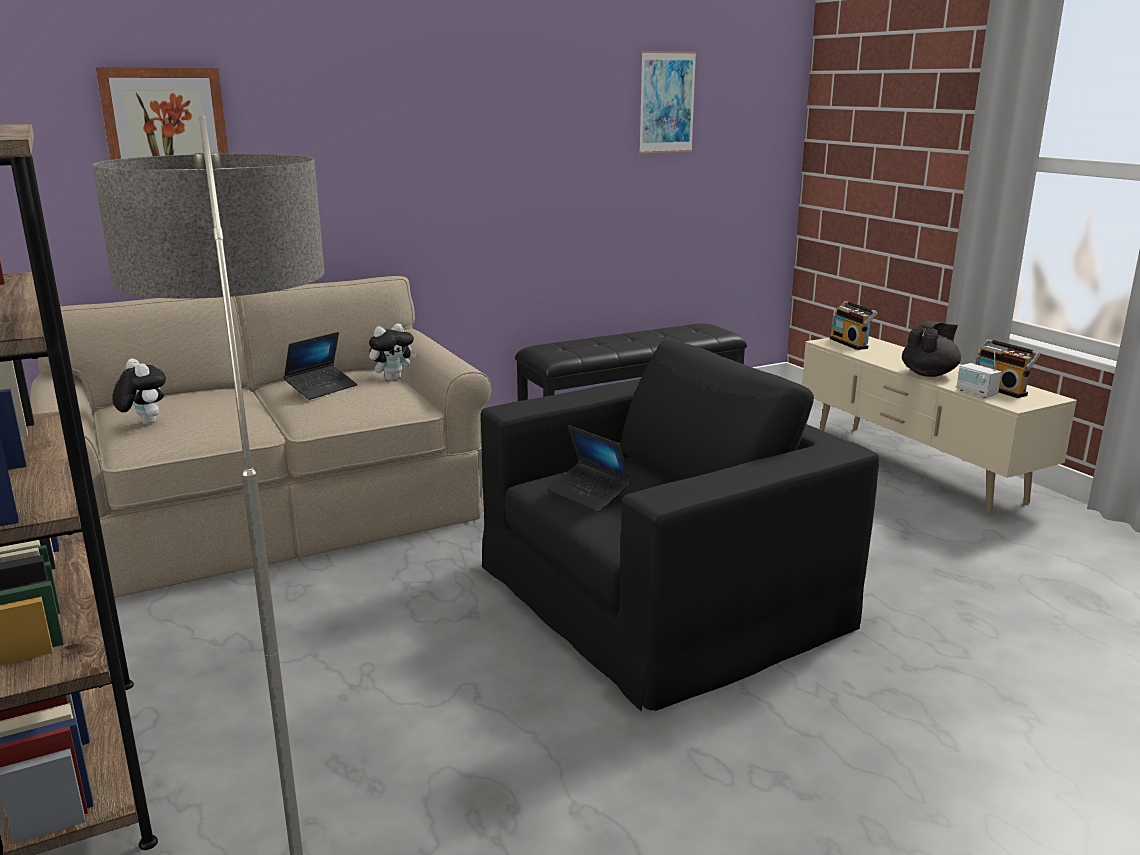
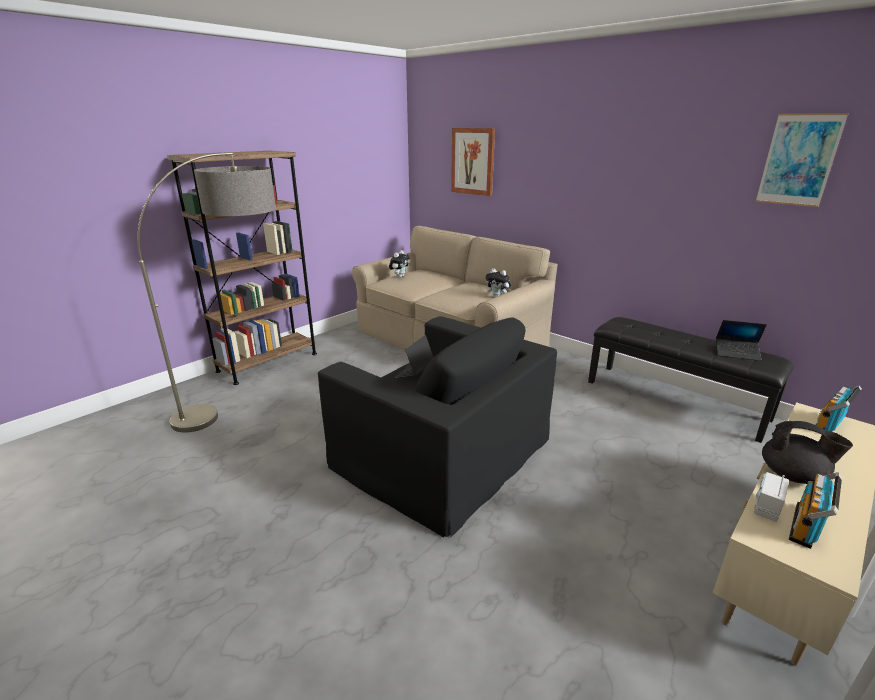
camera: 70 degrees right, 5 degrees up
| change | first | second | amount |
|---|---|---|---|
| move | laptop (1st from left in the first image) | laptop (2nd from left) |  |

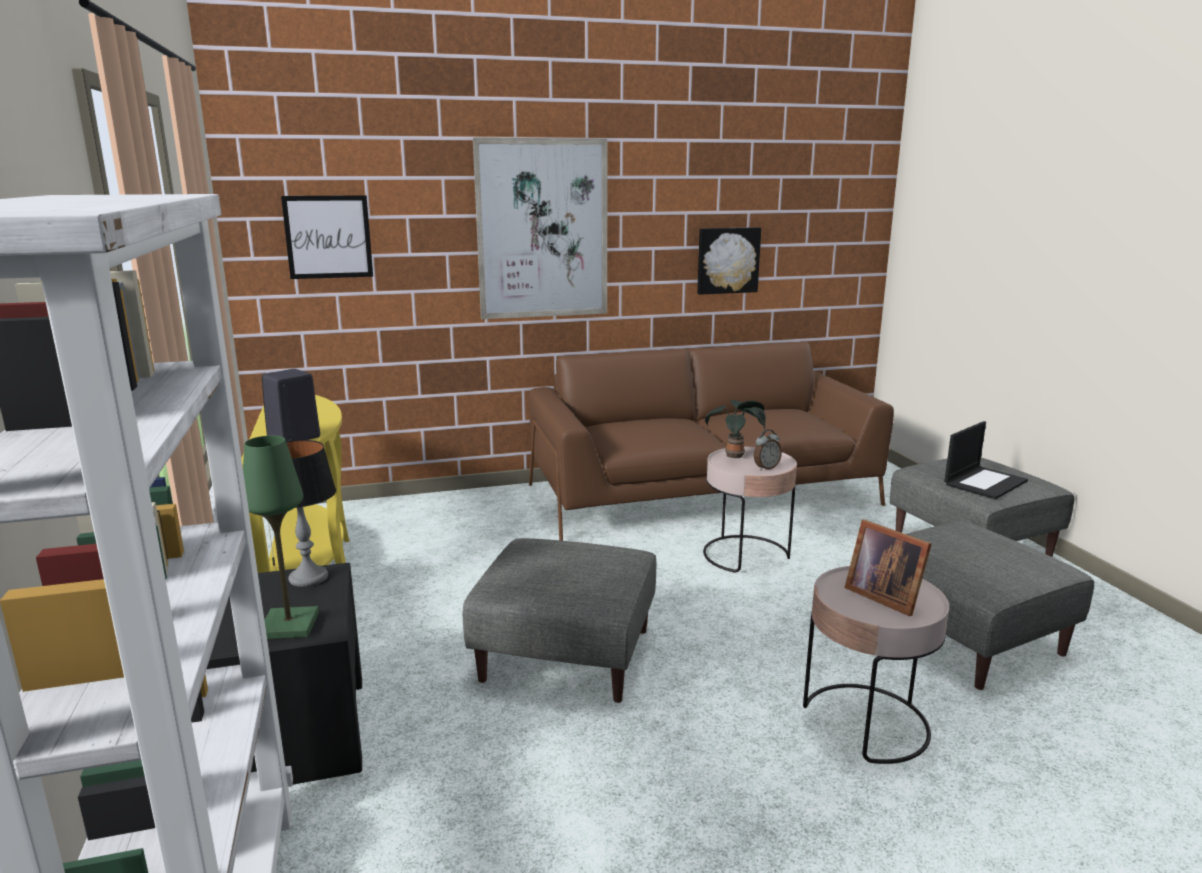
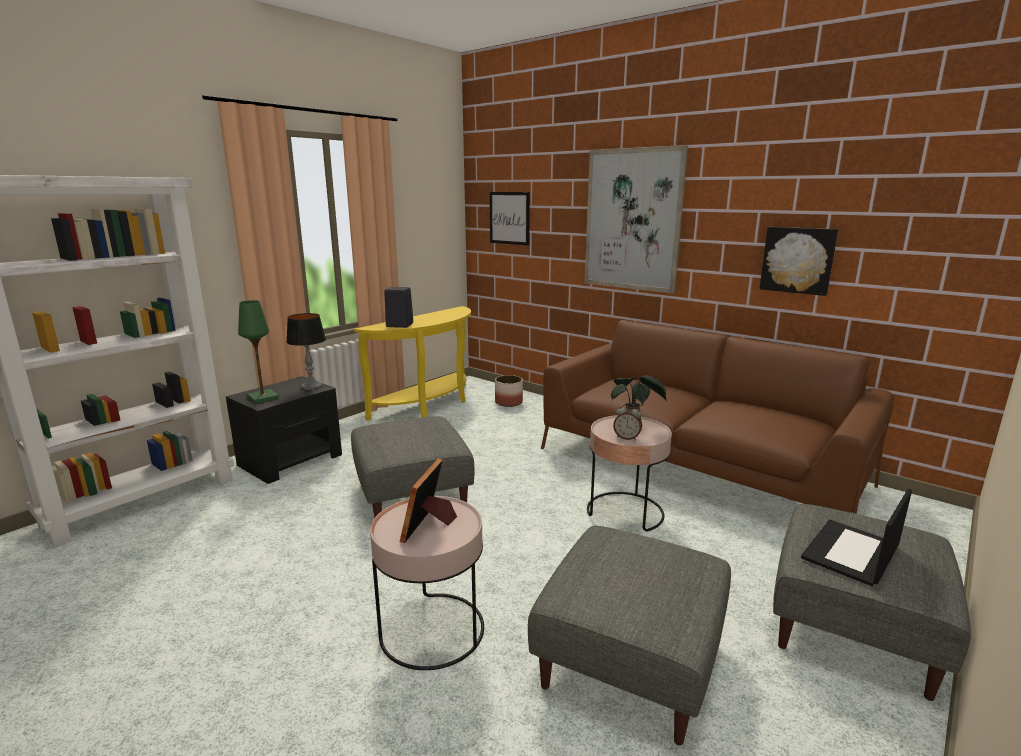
camera: 55 degrees right, 0 degrees up
| change | first | second | amount |
|---|---|---|---|
| insert |  | plant pot |  |
| rotate | laptop |  | 120 degrees clockwise |

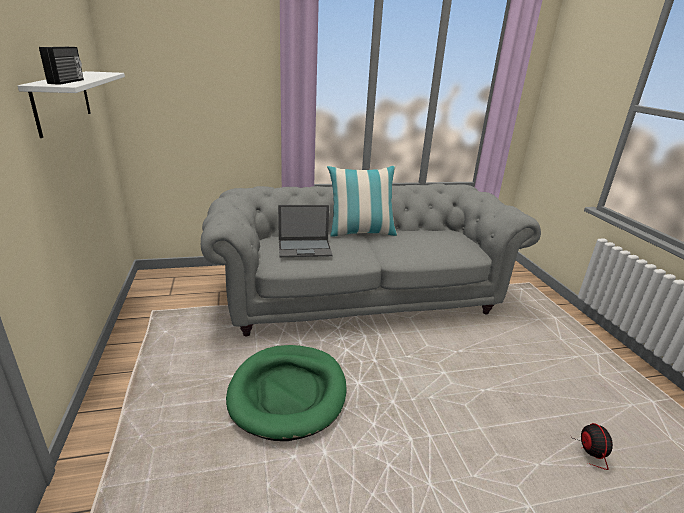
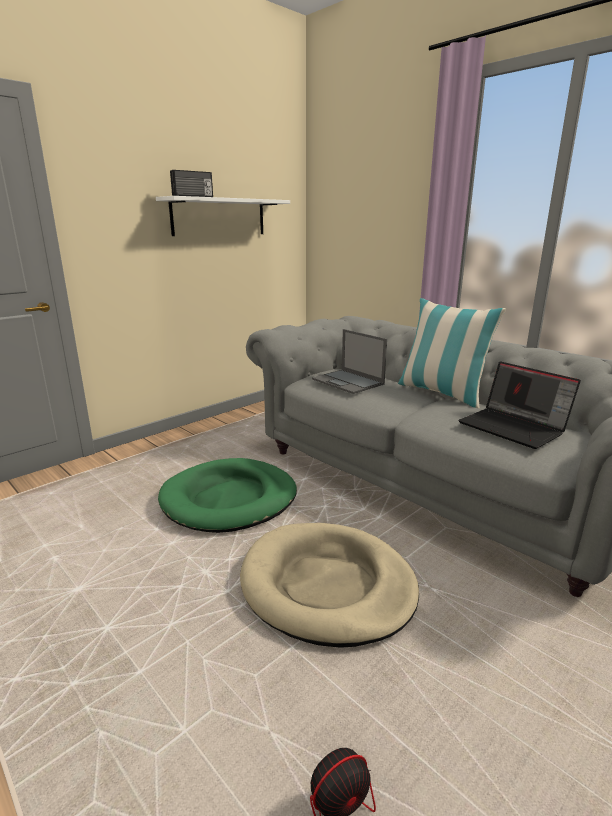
camera: 60 degrees right, 5 degrees down
| change | first | second | amount |
|---|---|---|---|
| insert |  | dog cushion/beige-coloured |  |
| insert |  | laptop (2nd from left) |  |

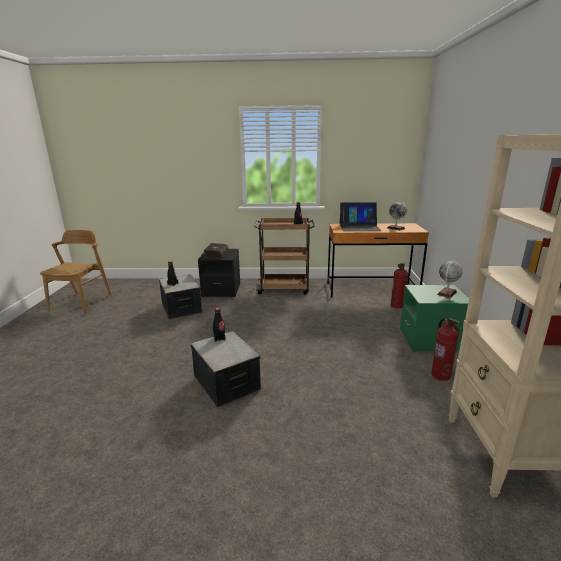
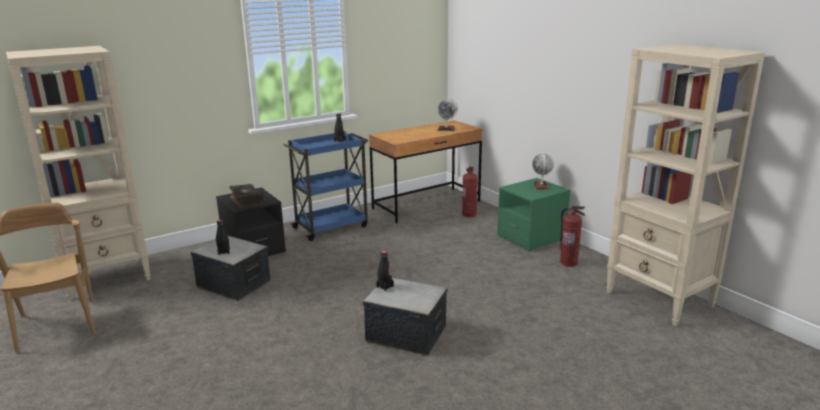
camera: 35 degrees left, 0 degrees up
| change | first | second | amount |
|---|---|---|---|
| delete | laptop |  |  |
| insert |  | bookcase/beige-coloured (1st from left) |  |
| recolor | trolley/brown | trolley/blue |  |

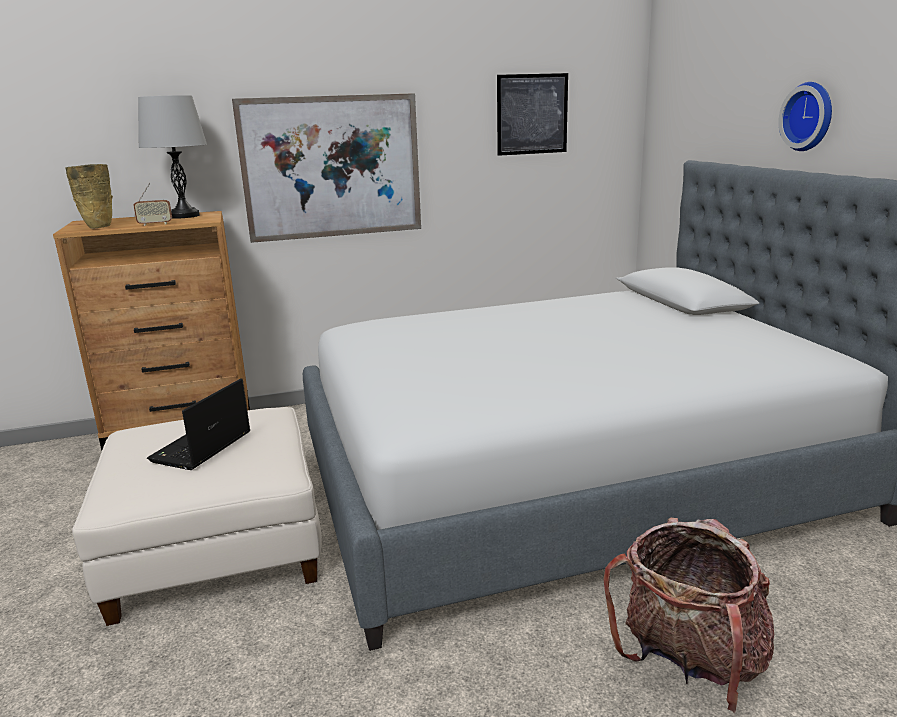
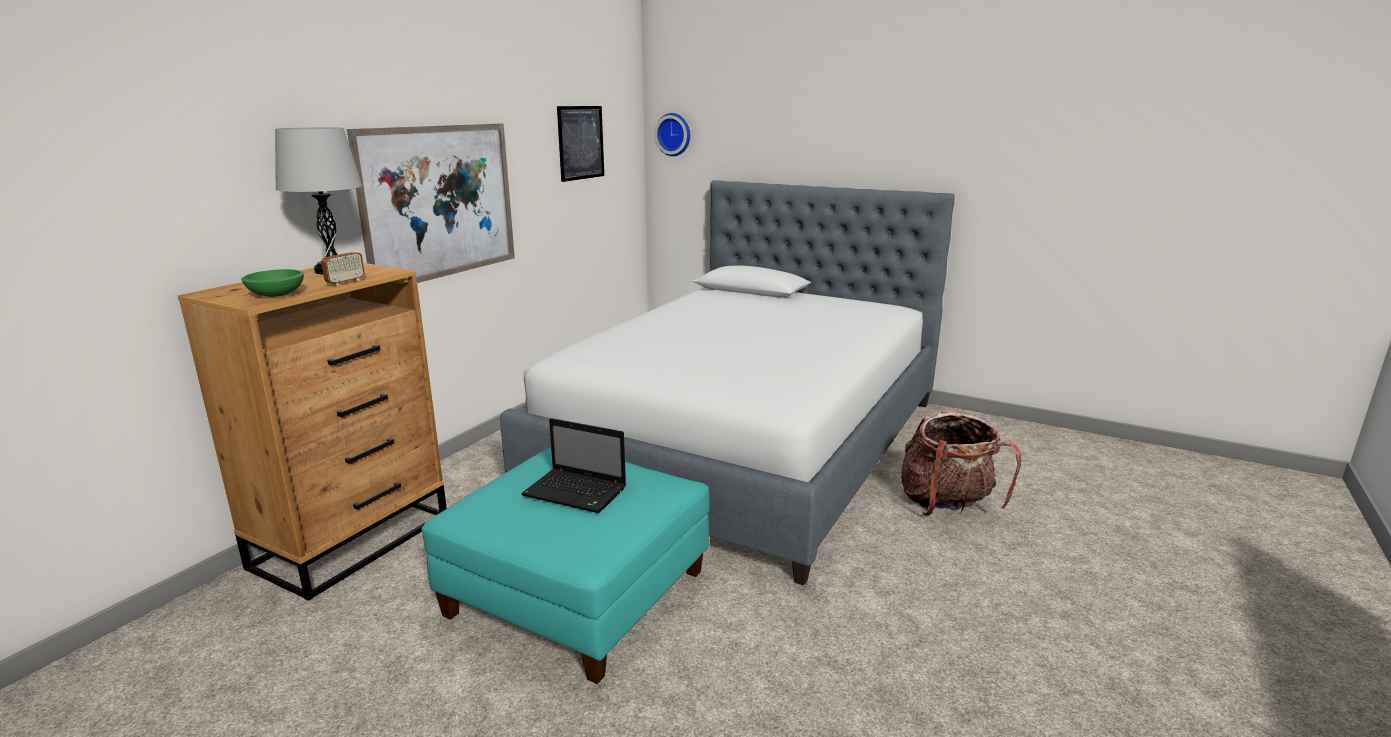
camera: 45 degrees left, 0 degrees up
| change | first | second | amount |
|---|---|---|---|
| move | clock on the wall |  |  |
| replace | vase/beige-coloured | serving bowl/greenish |  |
| recolor | ottoman/whitish | ottoman/blue-green |  |
| rotate | laptop |  | 45 degrees counterclockwise |

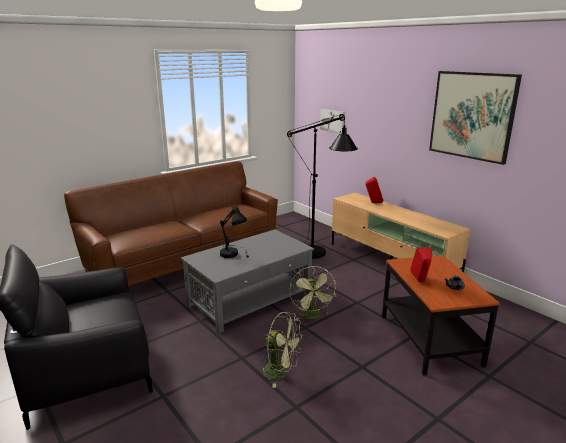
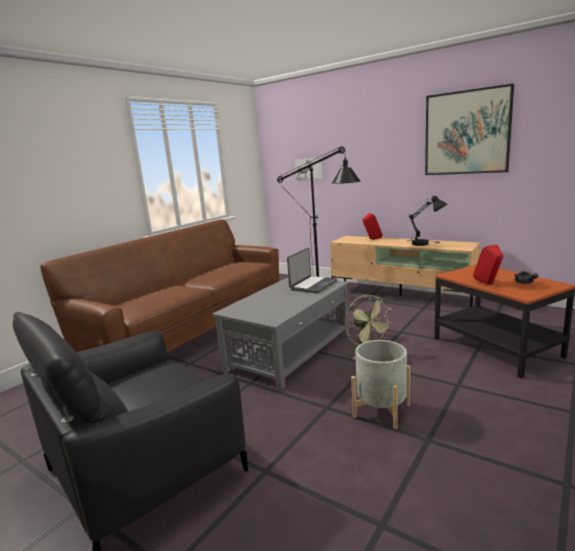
camera: 15 degrees left, 5 degrees down
| change | first | second | amount |
|---|---|---|---|
| insert |  | laptop |  |
| move | tabletop lamp/black |  |  |
| replace | electric fan/greenish (1st from left) | plant pot/grey |  |

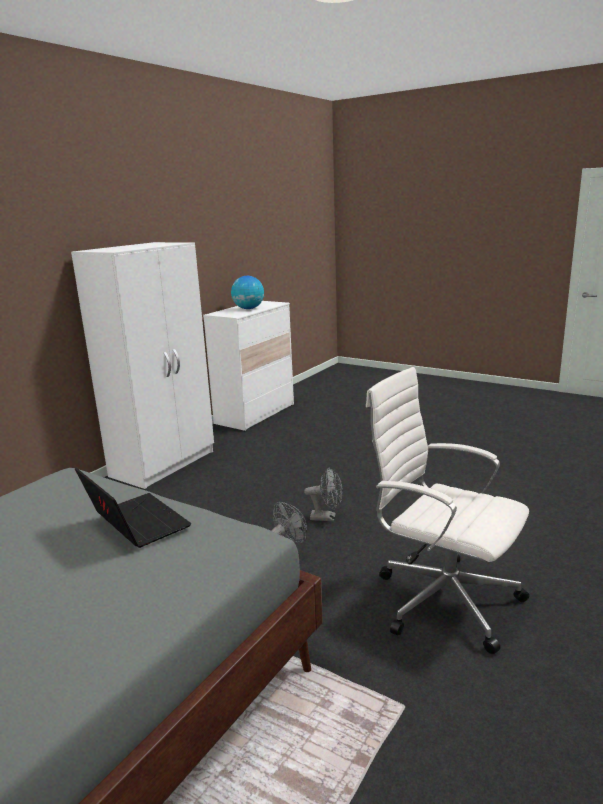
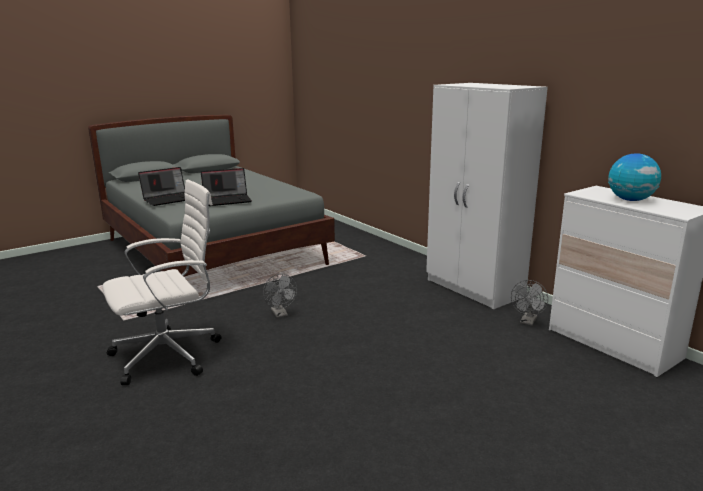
camera: 110 degrees right, 0 degrees up
| change | first | second | amount |
|---|---|---|---|
| insert |  | laptop (1st from left) |  |
| move | electric fan/grey (2nd from left) |  |  |

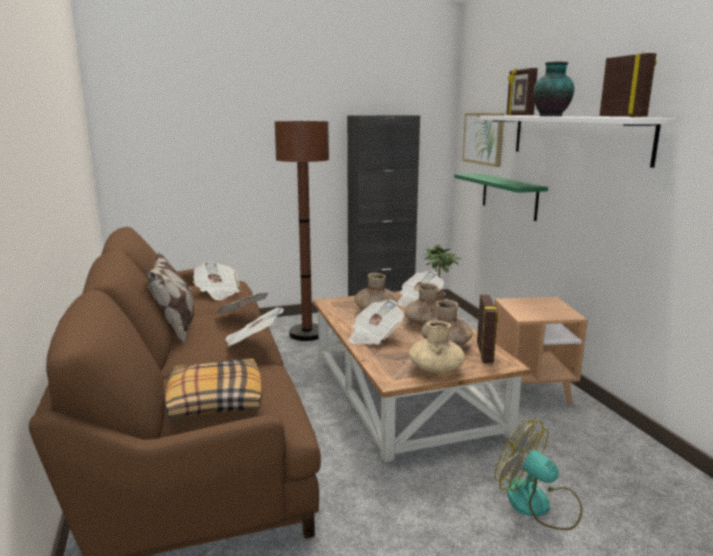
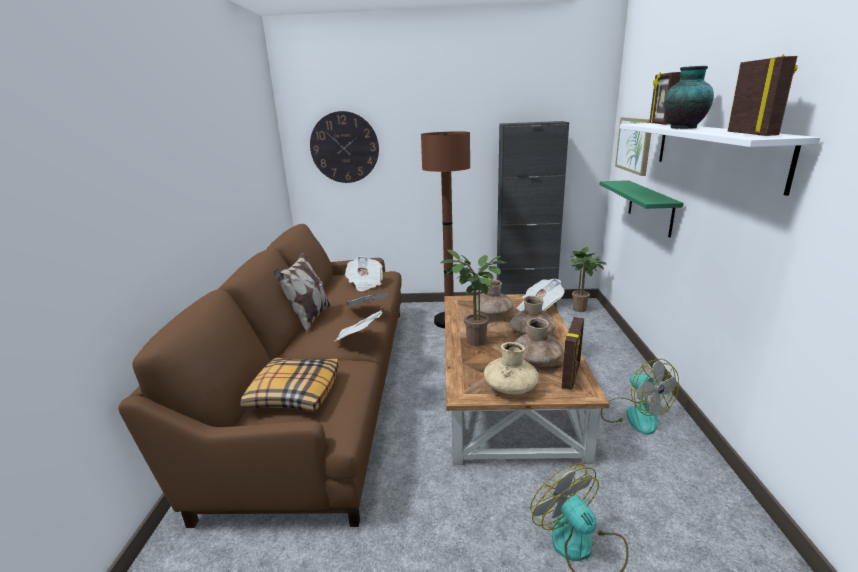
camera: 20 degrees right, 5 degrees up
| change | first | second | amount |
|---|---|---|---|
| insert |  | clock on the wall |  |
| replace | printed paper (4th from left) | plant in a pot (1st from left) |  |
| replace | accent table/brown | electric fan (2nd from left) |  |

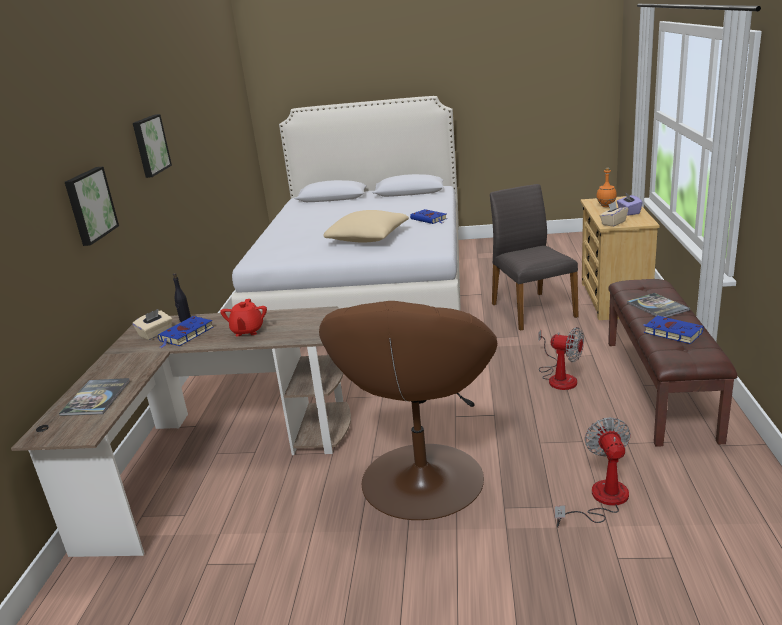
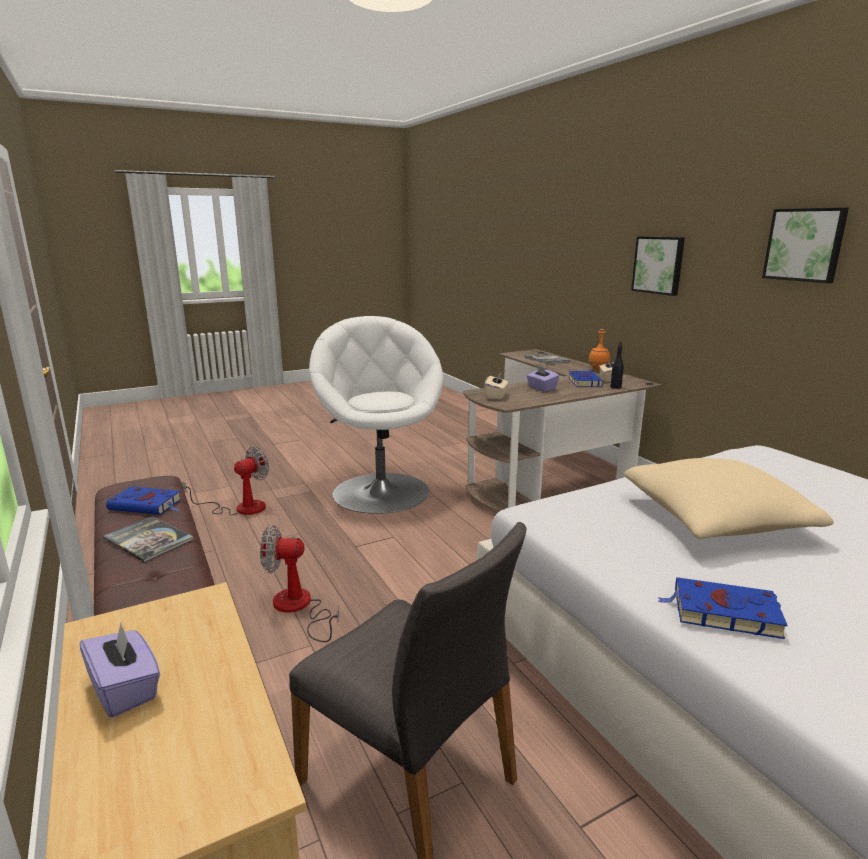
camera: 145 degrees right, 5 degrees down
| change | first | second | amount |
|---|---|---|---|
| move | bottle/orange |  |  |
| move | tissue holder/beige-coloured (2nd from left in the first image) | tissue holder/beige-coloured (1st from left) |  |
| replace | teapot/reddish | tissue holder/purplish (2nd from left) |  |
| recolor | lounge chair/brown | lounge chair/whitish |  |
| rotate | electric fan (2nd from left in the first image) | electric fan (1st from left) | 105 degrees counterclockwise |

